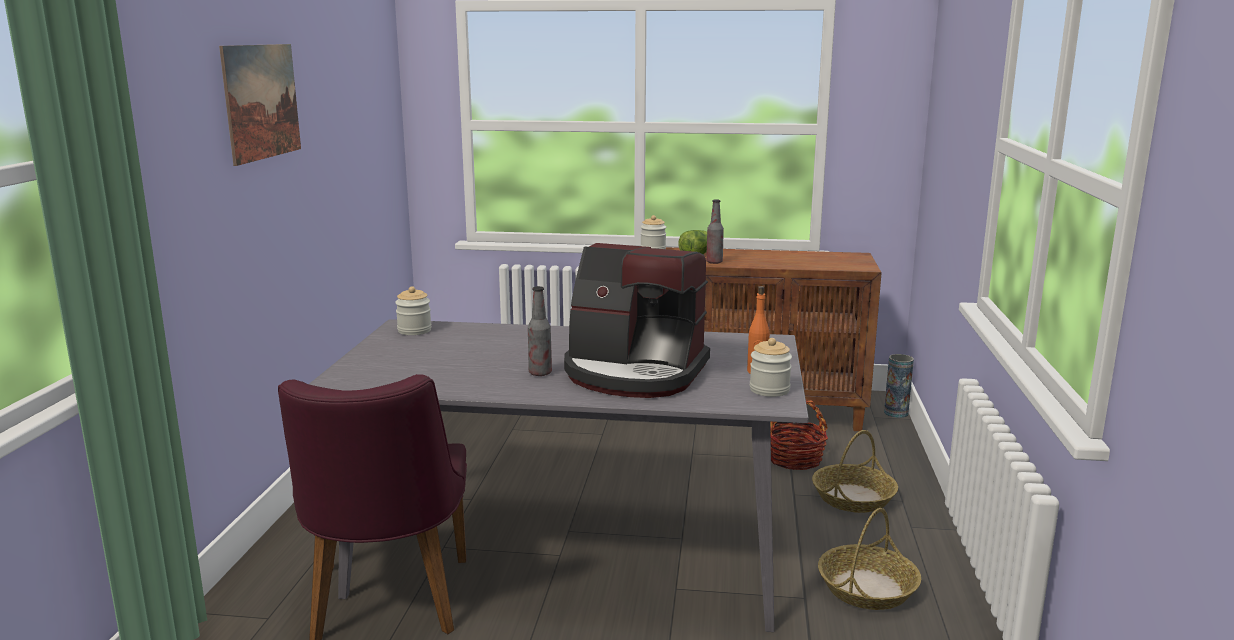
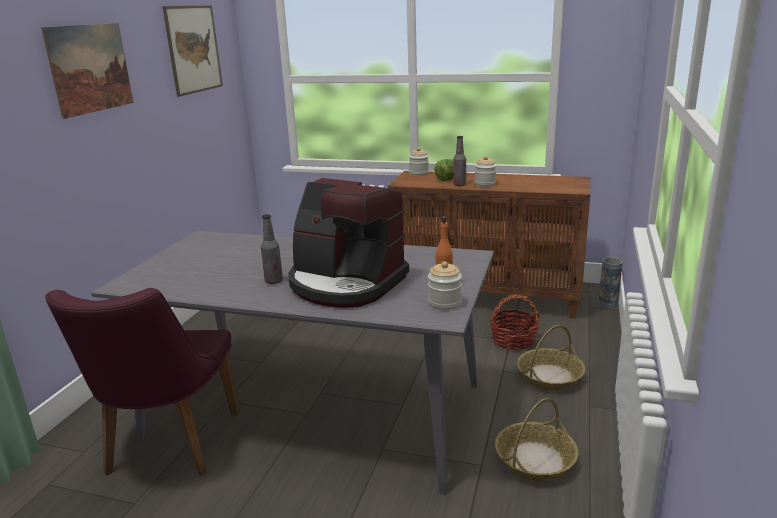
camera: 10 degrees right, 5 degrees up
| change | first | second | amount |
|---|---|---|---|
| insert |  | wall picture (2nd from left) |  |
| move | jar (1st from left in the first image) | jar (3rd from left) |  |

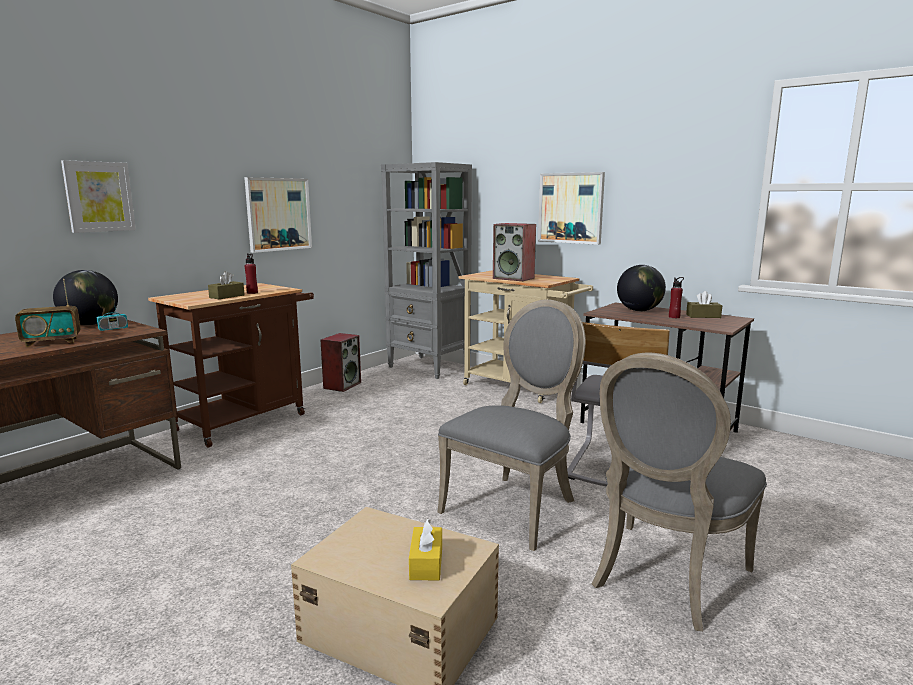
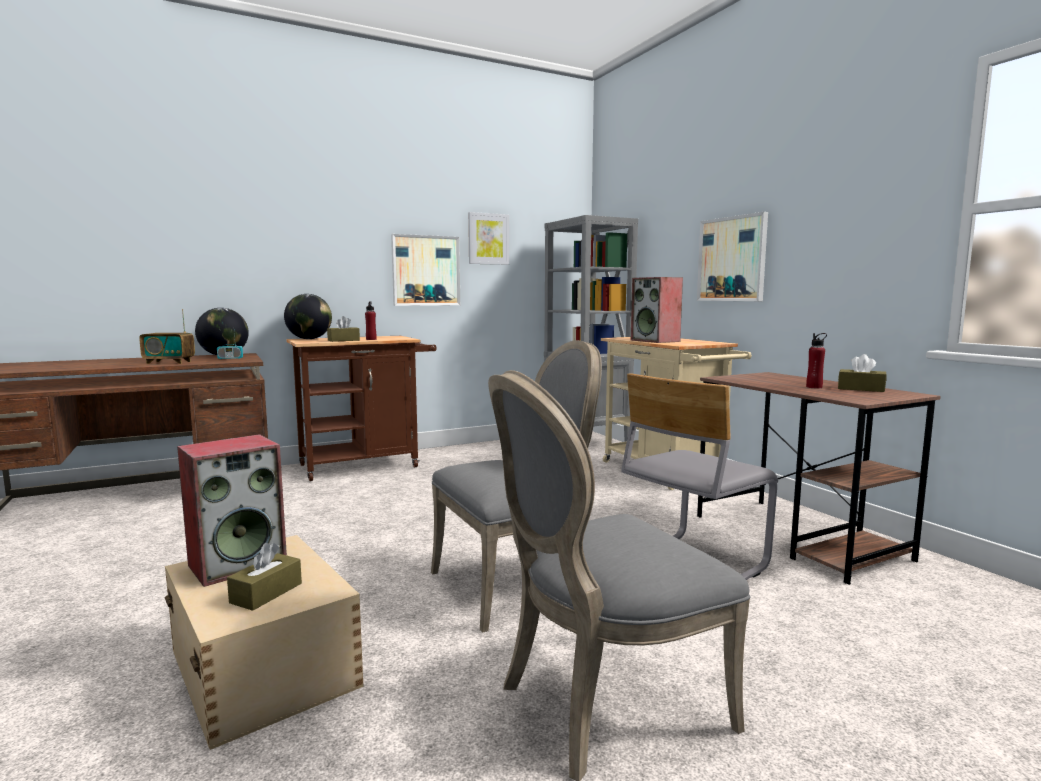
camera: 25 degrees right, 5 degrees down
| change | first | second | amount |
|---|---|---|---|
| move | wall picture (1st from left in the first image) | wall picture (2nd from left) |  |
| move | audio speaker (1st from left) |  |  |
| move | desk globe (2nd from left) |  |  |
| recolor | tissue holder/yellowish | tissue holder/brown (1st from left) |  |

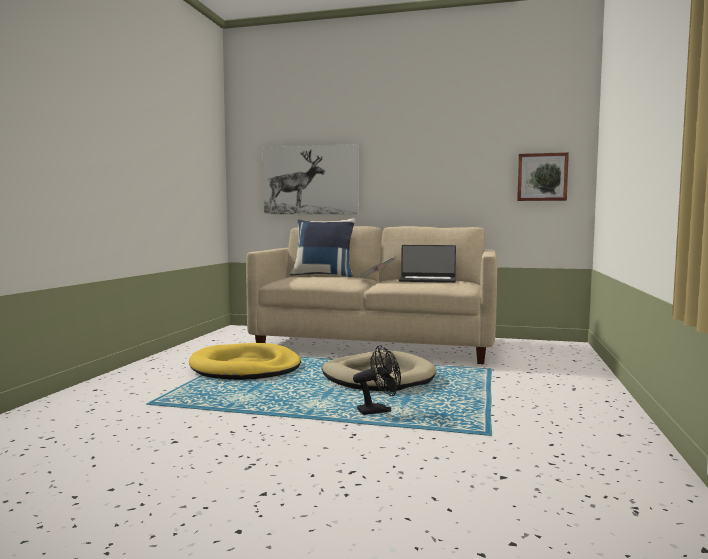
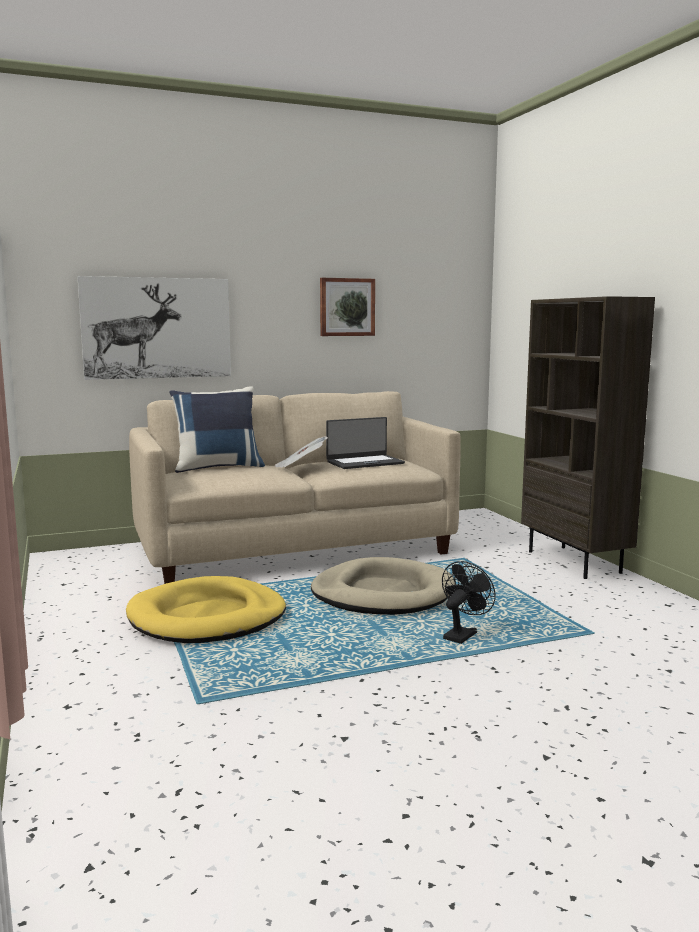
camera: 35 degrees left, 5 degrees up
| change | first | second | amount |
|---|---|---|---|
| insert |  | bookcase/brown |  |
| move | wall picture (2nd from left) |  |  |

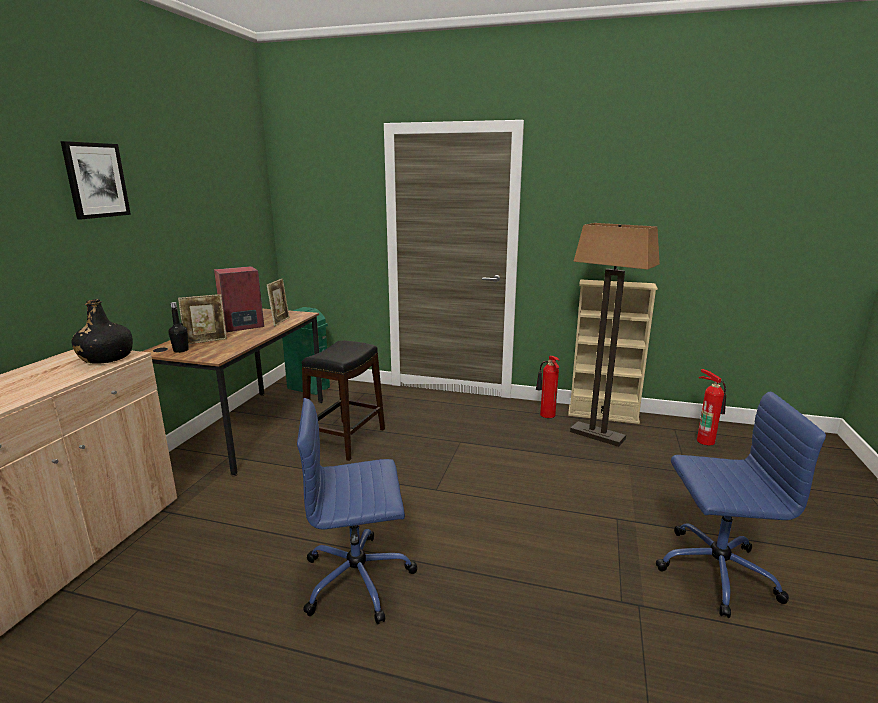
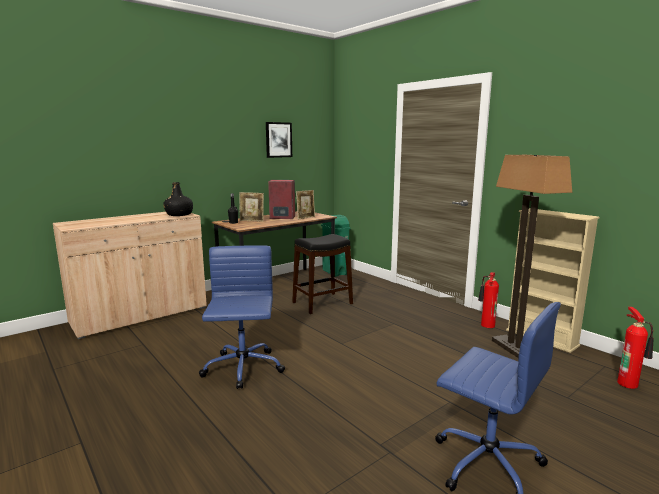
camera: 35 degrees right, 5 degrees down
| change | first | second | amount |
|---|---|---|---|
| move | wall picture |  |  |
| rotate | office chair/blue (1st from left) |  | 60 degrees clockwise |

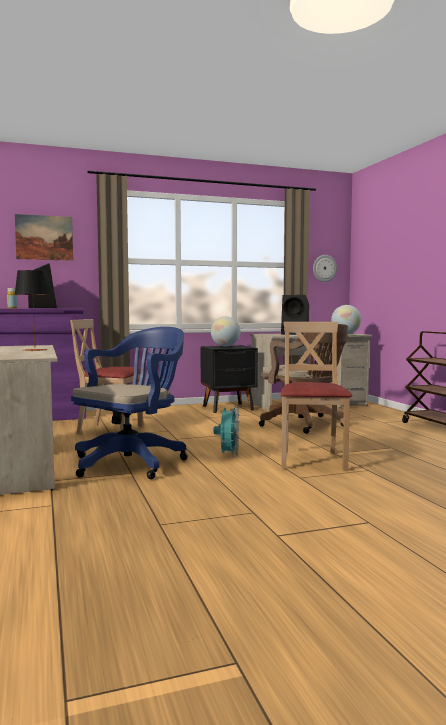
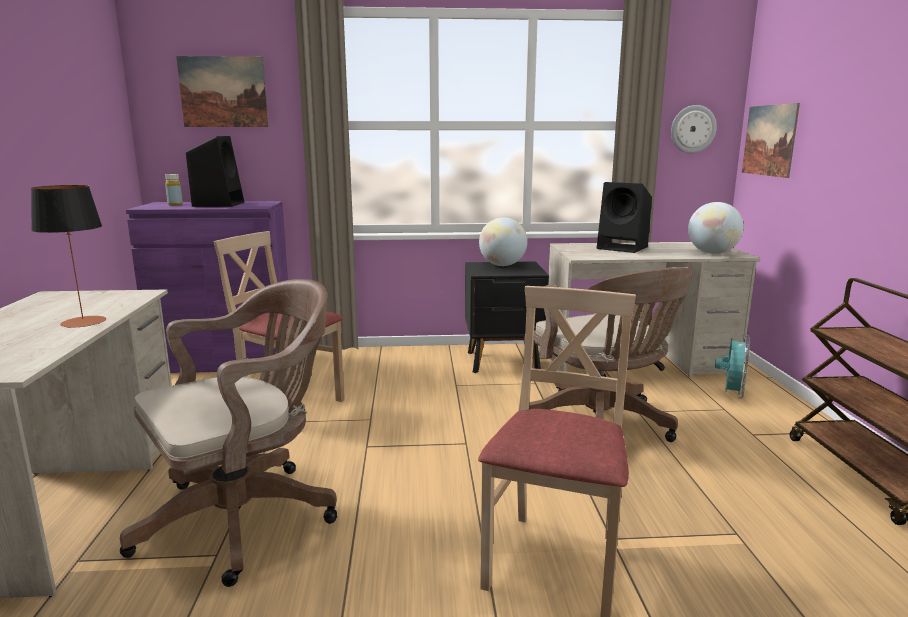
camera: 15 degrees right, 10 degrees up
| change | first | second | amount |
|---|---|---|---|
| insert |  | wall picture (2nd from left) |  |
| move | electric fan/blue-green |  |  |
| recolor | office chair/blue | office chair/brown (1st from left) |  |

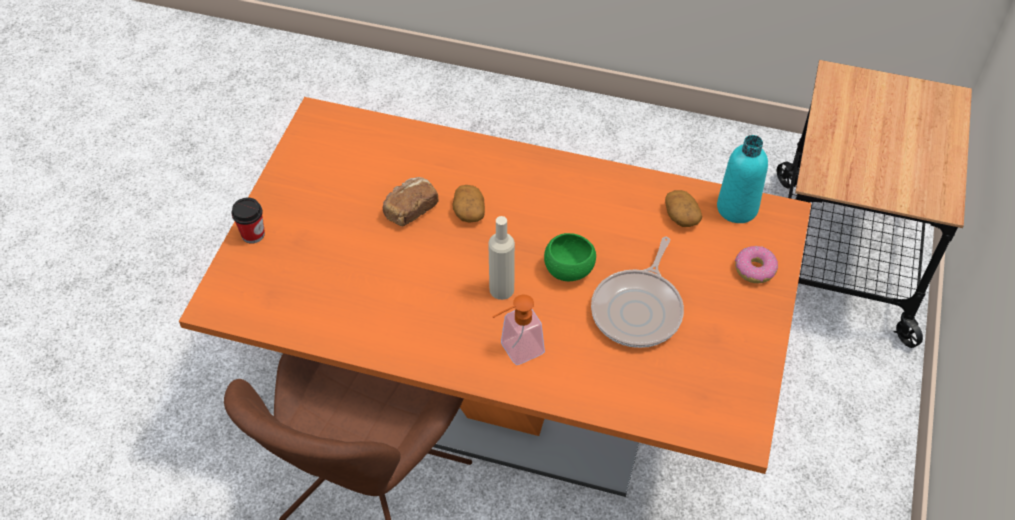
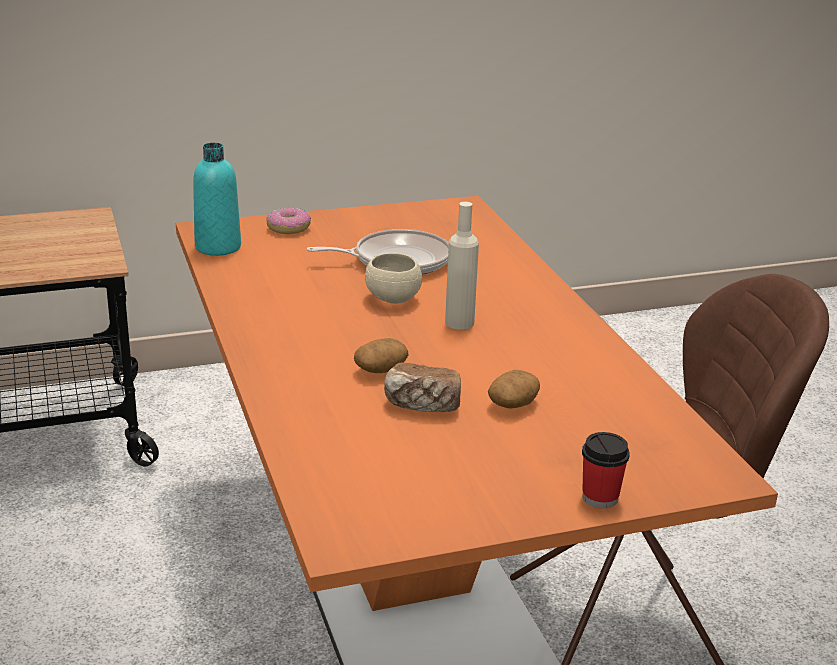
camera: 125 degrees left, 25 degrees down
| change | first | second | amount |
|---|---|---|---|
| delete | soap dispenser |  |  |
| move | potato (2nd from left) |  |  |
| recolor | serving bowl/greenish | serving bowl/beige-coloured |  |

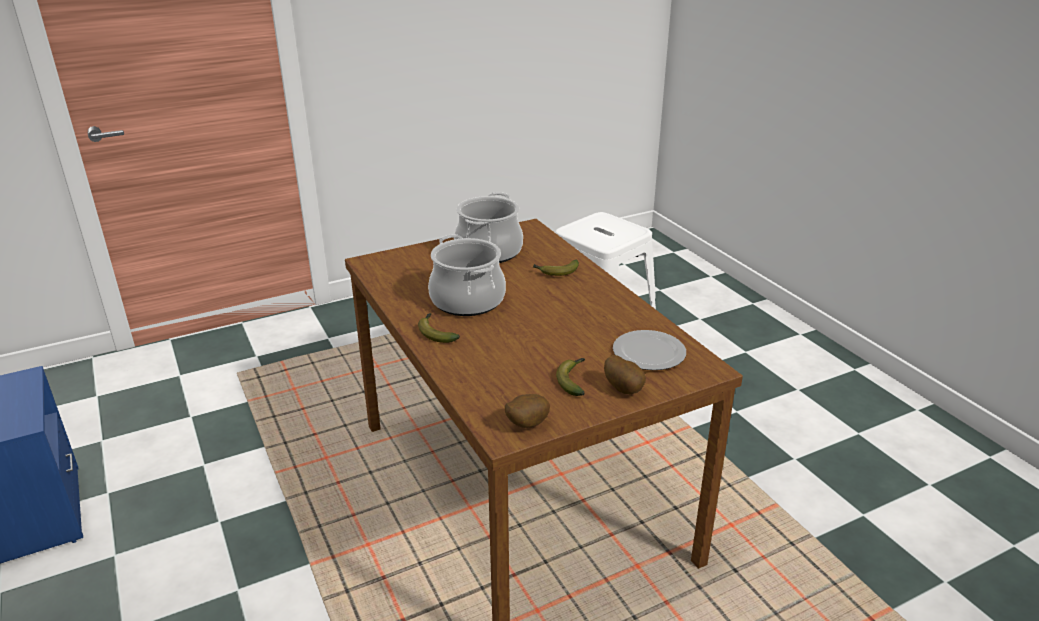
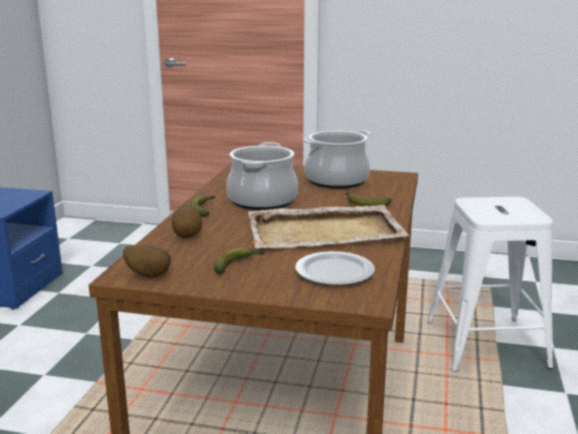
camera: 40 degrees right, 10 degrees down
| change | first | second | amount |
|---|---|---|---|
| insert |  | tray/beige-coloured |  |
| move | potato (2nd from left) |  |  |

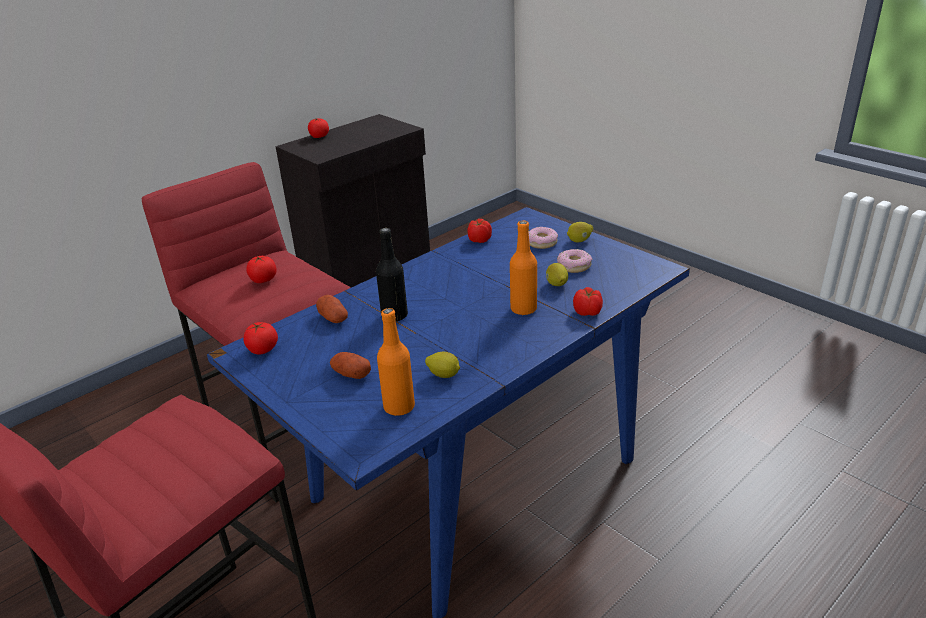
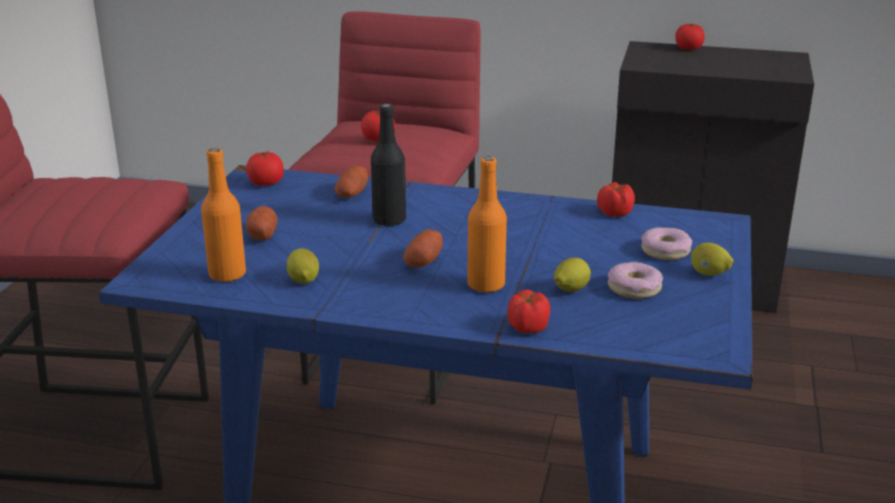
camera: 55 degrees right, 5 degrees down
| change | first | second | amount |
|---|---|---|---|
| insert |  | potato (3rd from left) |  |

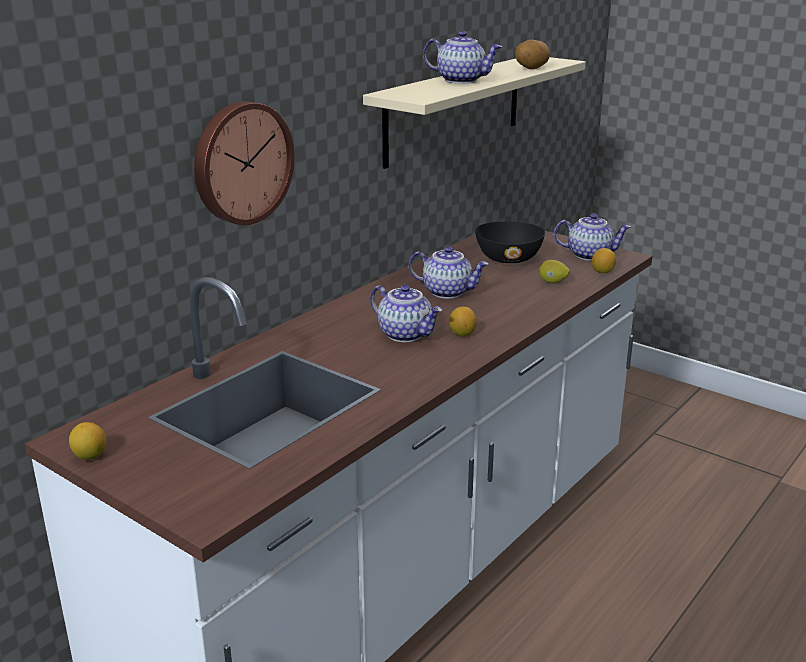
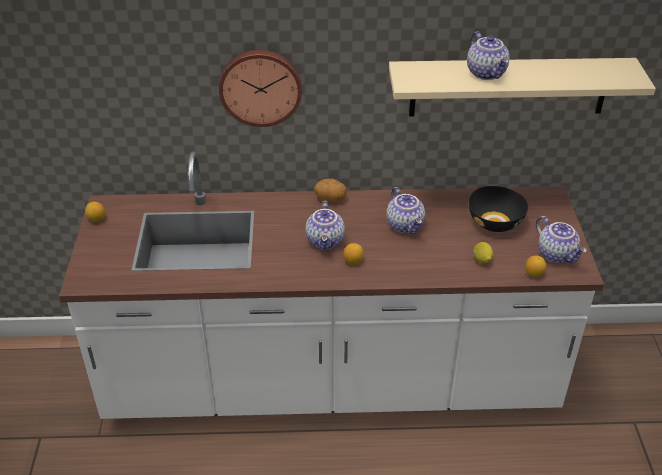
camera: 50 degrees right, 15 degrees up
| change | first | second | amount |
|---|---|---|---|
| move | potato |  |  |

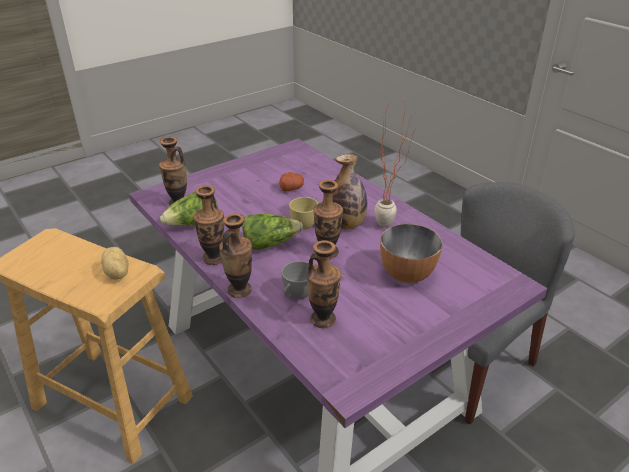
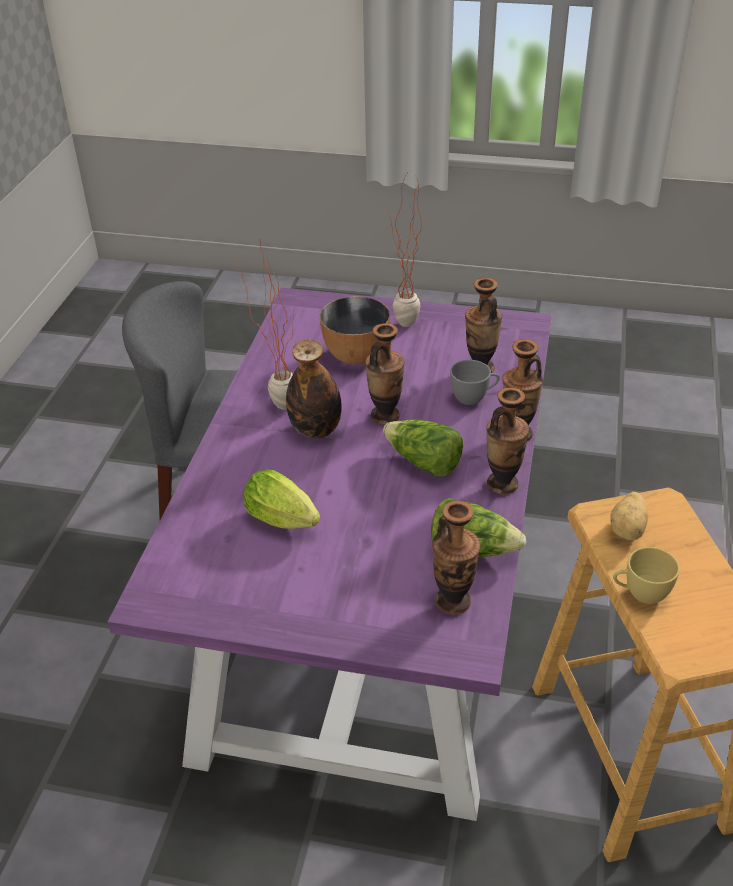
camera: 130 degrees left, 5 degrees up
| change | first | second | amount |
|---|---|---|---|
| insert |  | plant in a pot (2nd from left) |  |
| move | drinking cup/yellowish |  |  |
| replace | potato (2nd from left) | head of lettuce (1st from left) |  |

